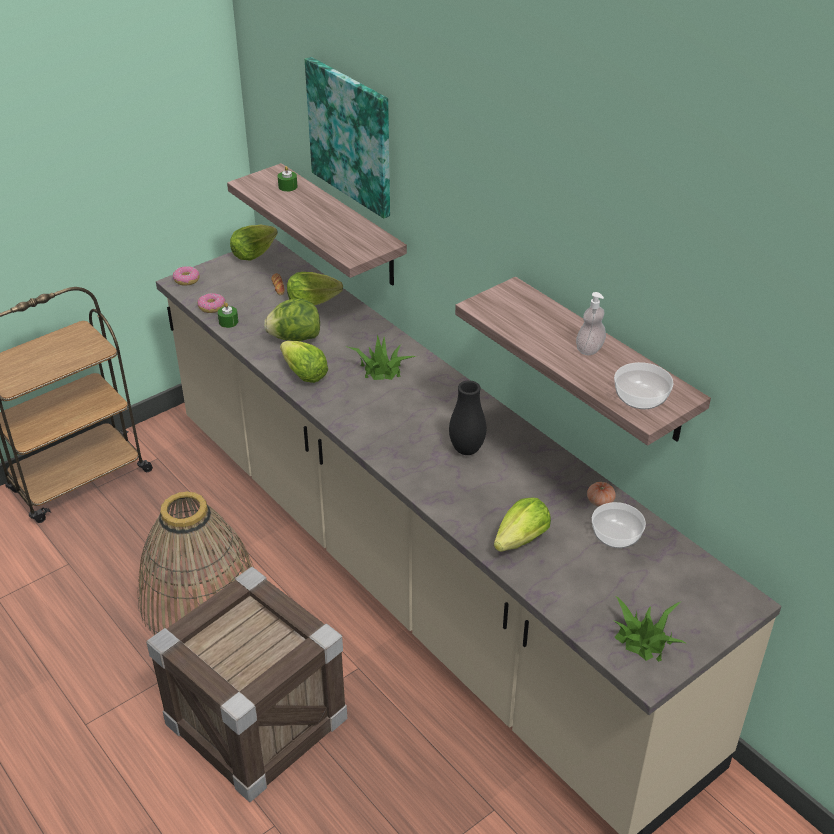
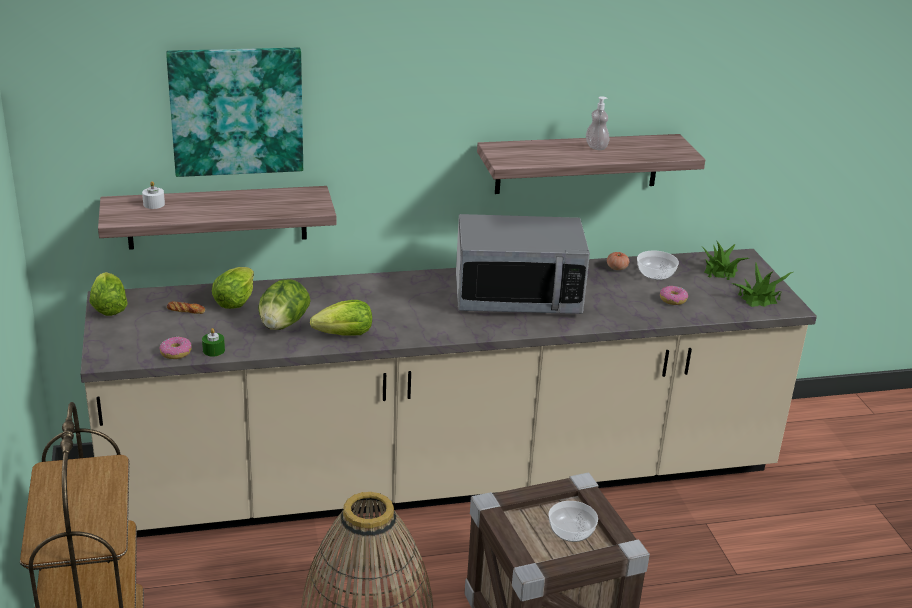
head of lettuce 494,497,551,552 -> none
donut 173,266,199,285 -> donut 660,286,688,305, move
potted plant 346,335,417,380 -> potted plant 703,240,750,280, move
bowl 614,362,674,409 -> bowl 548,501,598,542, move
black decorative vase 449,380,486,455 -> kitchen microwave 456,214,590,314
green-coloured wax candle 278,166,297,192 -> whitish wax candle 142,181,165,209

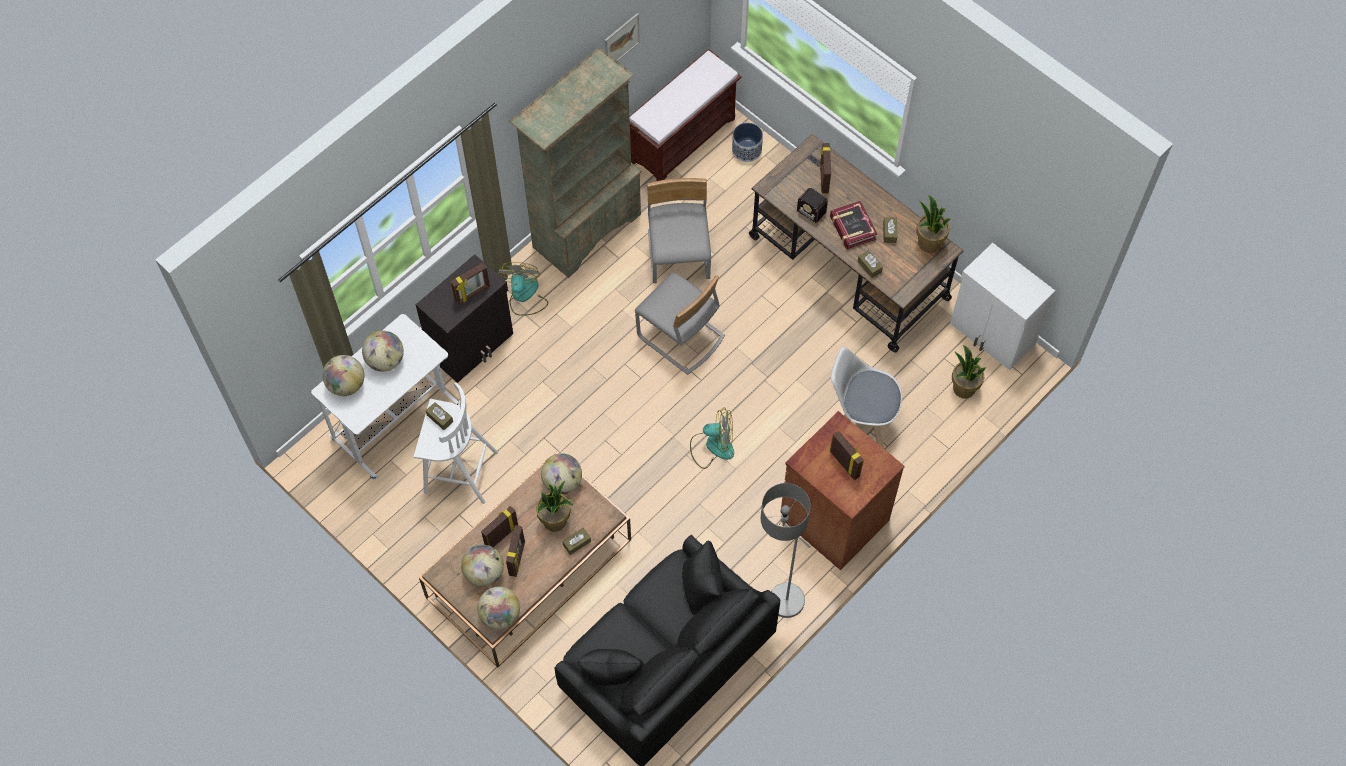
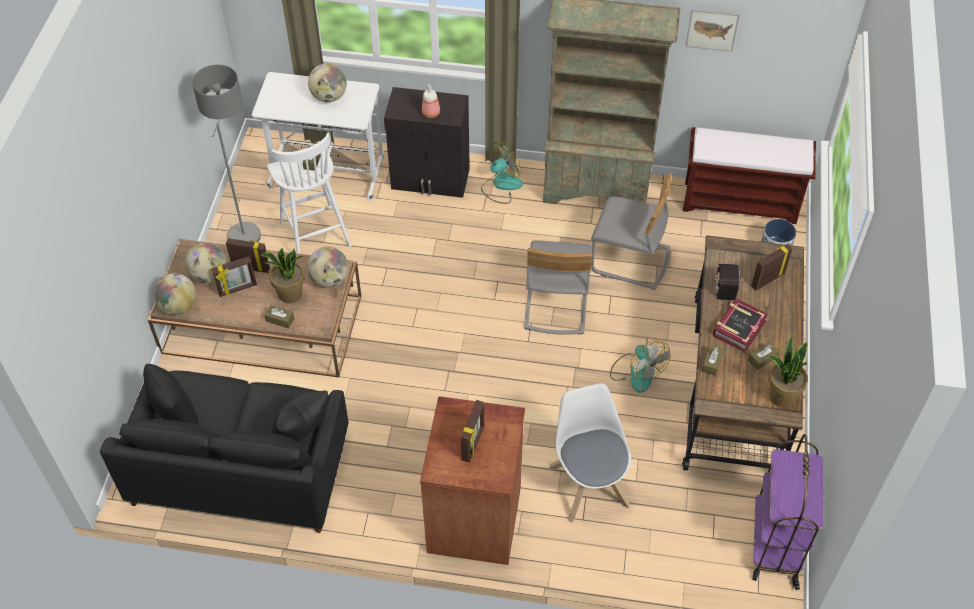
desk globe 322,355,364,396 -> none
potted plant 952,345,986,399 -> none
cooling fan 690,407,734,469 -> cooling fan 610,341,670,393, move
greyish standing lamp 761,483,811,618 -> greyish standing lamp 192,65,261,242, move
standing frame 451,263,490,305 -> beverage bottle 422,84,440,118
whitish cabinet 950,242,1055,370 -> purple trolley 752,434,823,590
greyish plain chair 647,178,711,283 -> greyish plain chair 591,173,672,290, 60 degrees clockwise

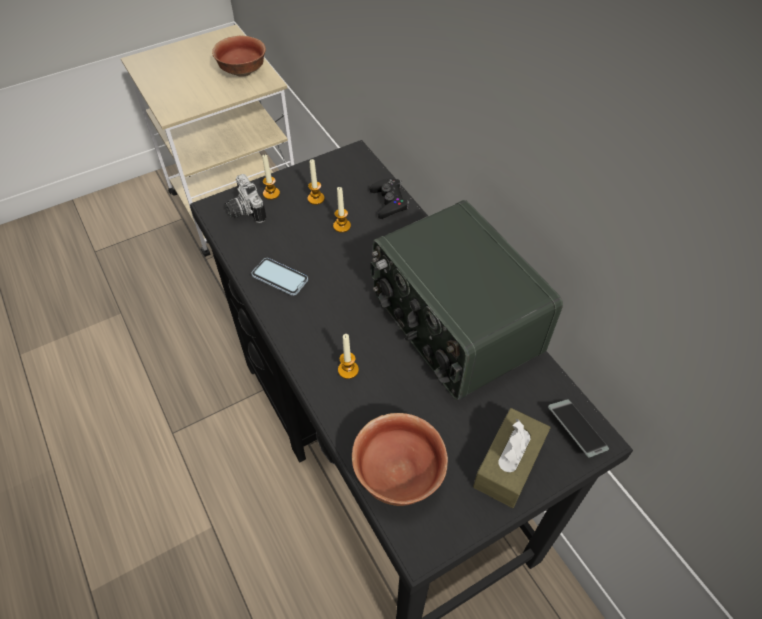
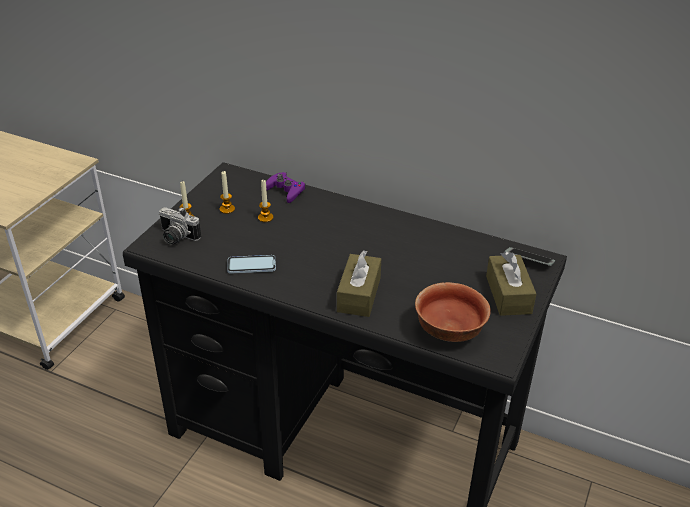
bowl 212,36,266,77 -> none
radio receiver 371,200,563,400 -> none
wax candle 338,334,359,379 -> brown-coloured box of tissues 337,250,381,317
black joypad 370,178,409,219 -> purple joypad 266,172,305,203

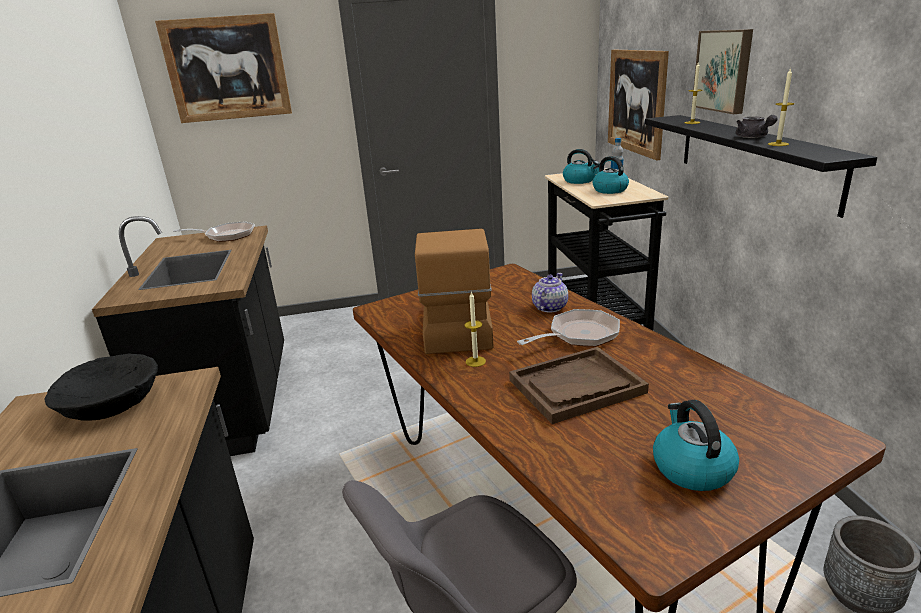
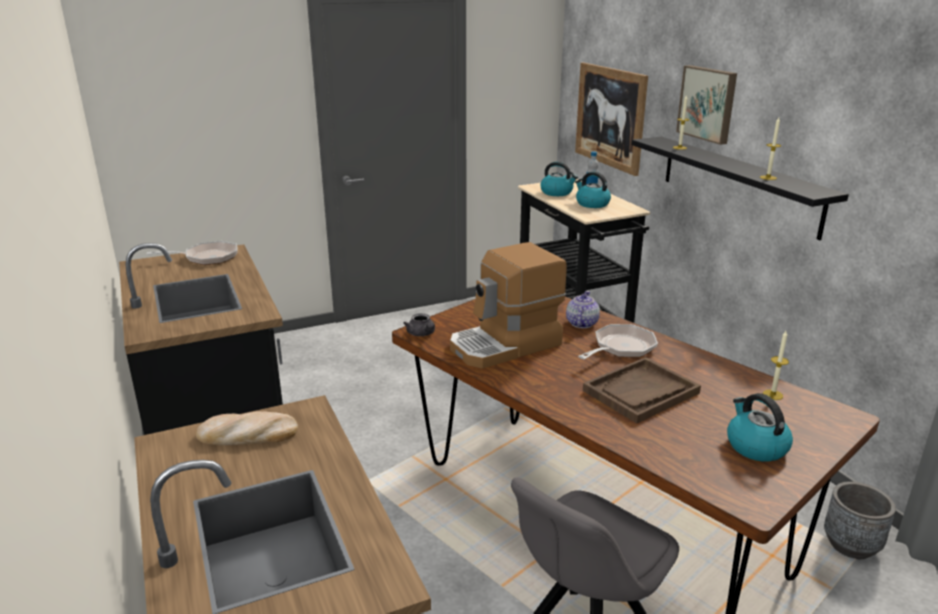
picture 155,13,292,123 -> none
wax candle 465,291,486,367 -> wax candle 763,331,789,400, move
greyish pot for tea 736,115,777,138 -> greyish pot for tea 403,313,435,336, move
black bowl 45,354,158,421 -> baked bread 196,411,298,445
coffee machine 415,228,494,354 -> coffee machine 450,242,567,369, 105 degrees counterclockwise

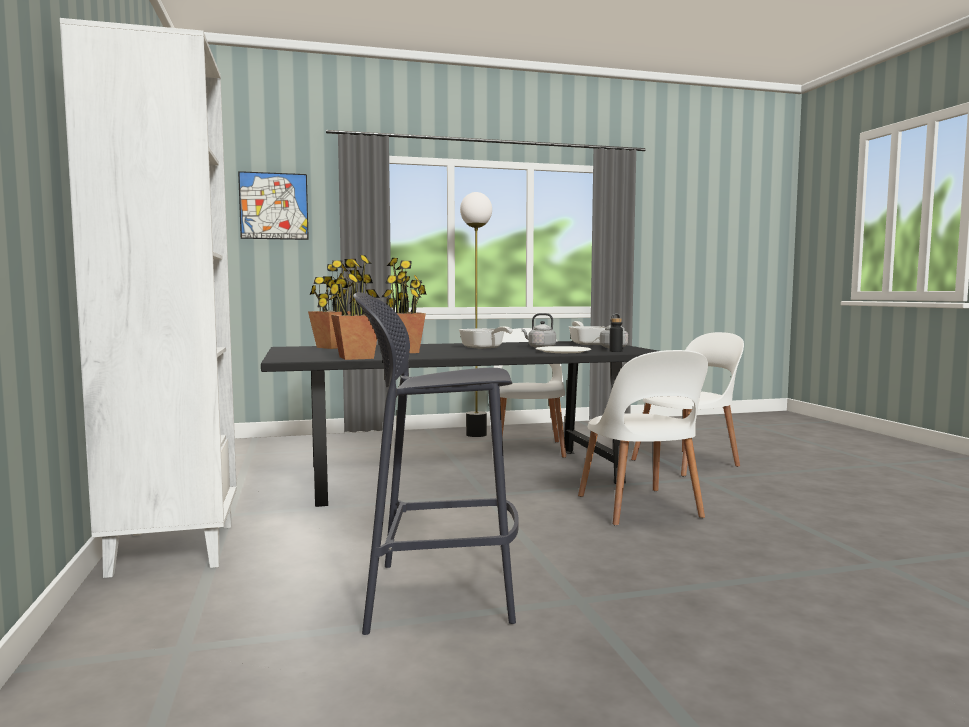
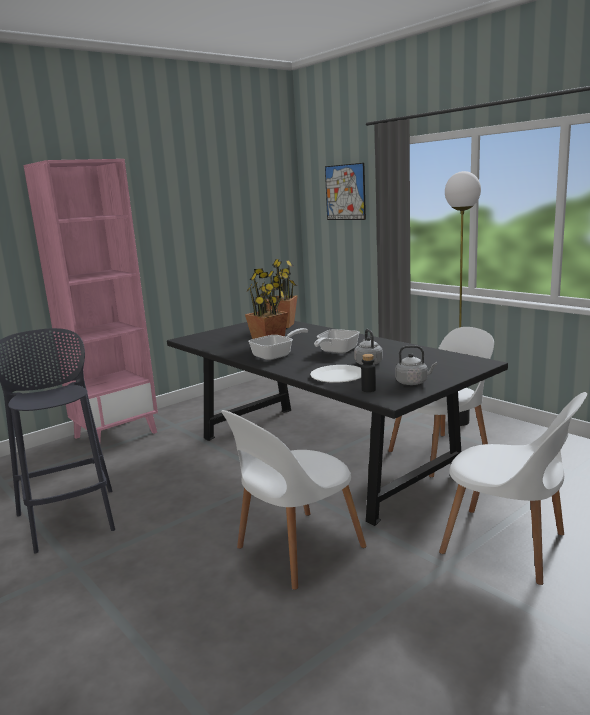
potted plant 329,255,380,360 -> none
skillet 569,321,605,345 -> skillet 248,328,308,360, move
whitish bookshelf 60,18,237,578 -> pinkish bookshelf 23,159,158,442

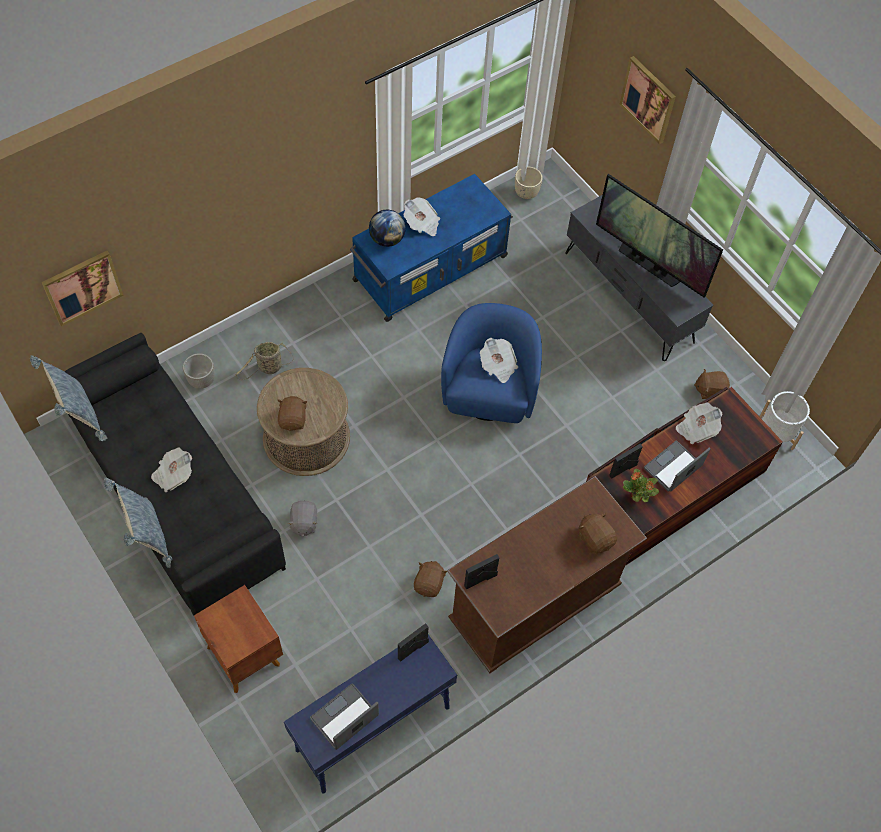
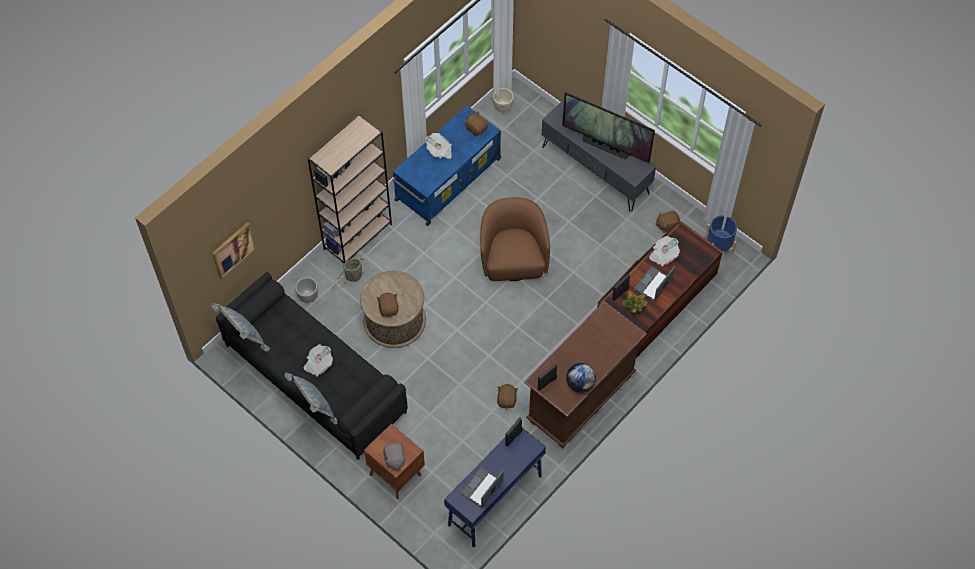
printed paper 480,338,518,383 -> none
picture 619,56,676,144 -> none
none -> sand-coloured bookshelf 307,114,392,263
greyish soft toy 288,501,318,537 -> greyish soft toy 383,443,407,470, move
desk globe 369,210,406,247 -> desk globe 566,363,596,392, move
brown-coloured soft toy 578,513,617,554 -> brown-coloured soft toy 465,111,488,137, move
bluish lounge chair 441,303,542,423 -> brown-coloured lounge chair 480,197,550,281
whitish flower pot 759,391,810,450 -> bluish flower pot 705,215,737,255

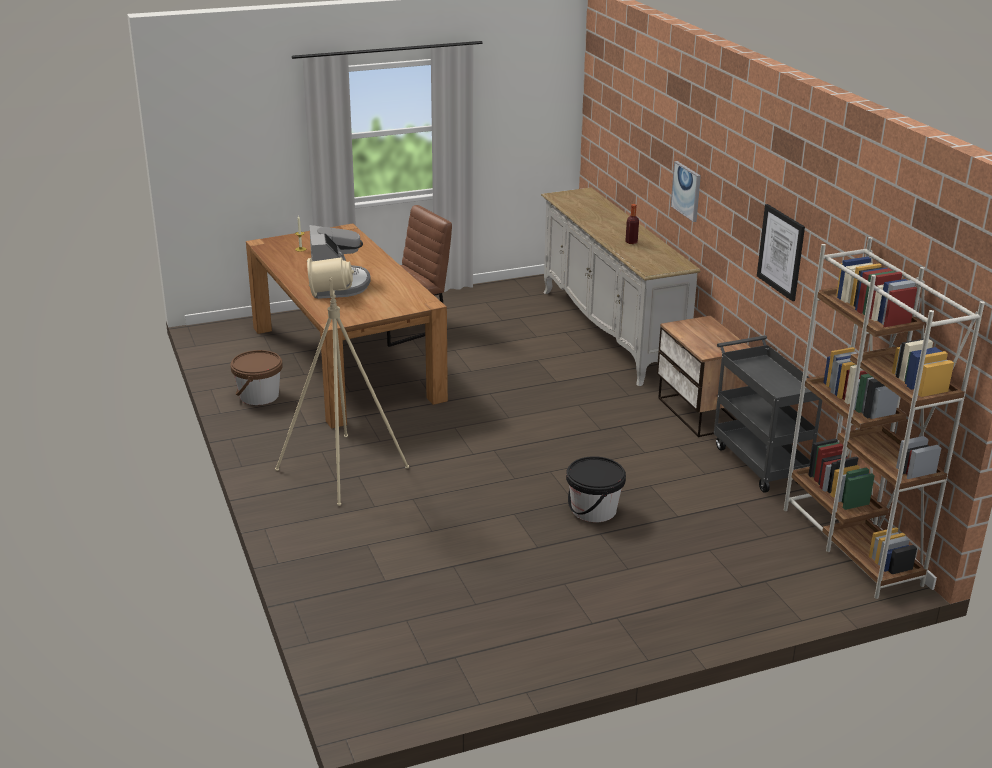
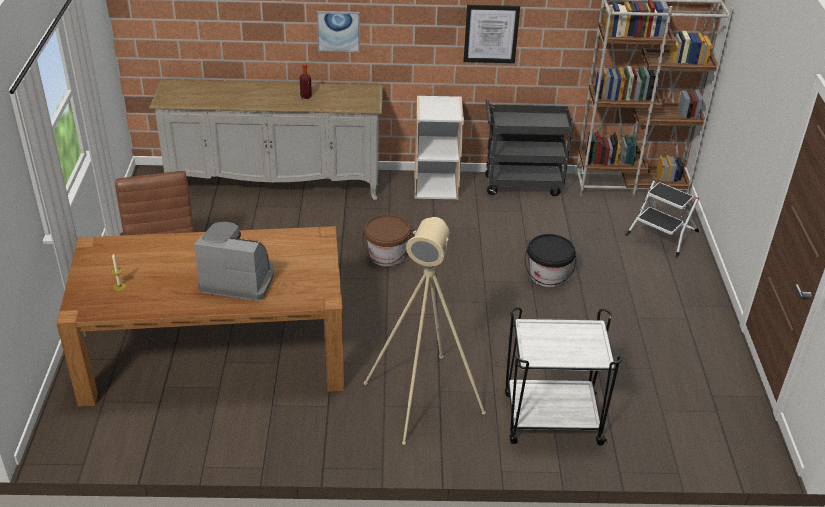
none -> whitish trolley 505,307,622,445
none -> step stool 626,180,699,258
brown-coloured pail 231,350,283,405 -> brown-coloured pail 362,214,411,266, move
bedside table 657,315,751,437 -> bookshelf 414,96,464,200

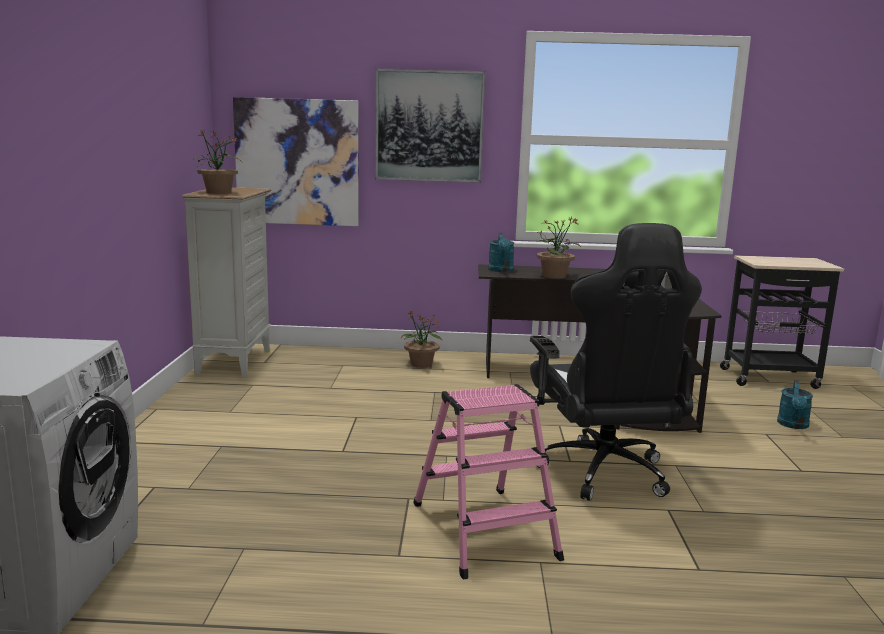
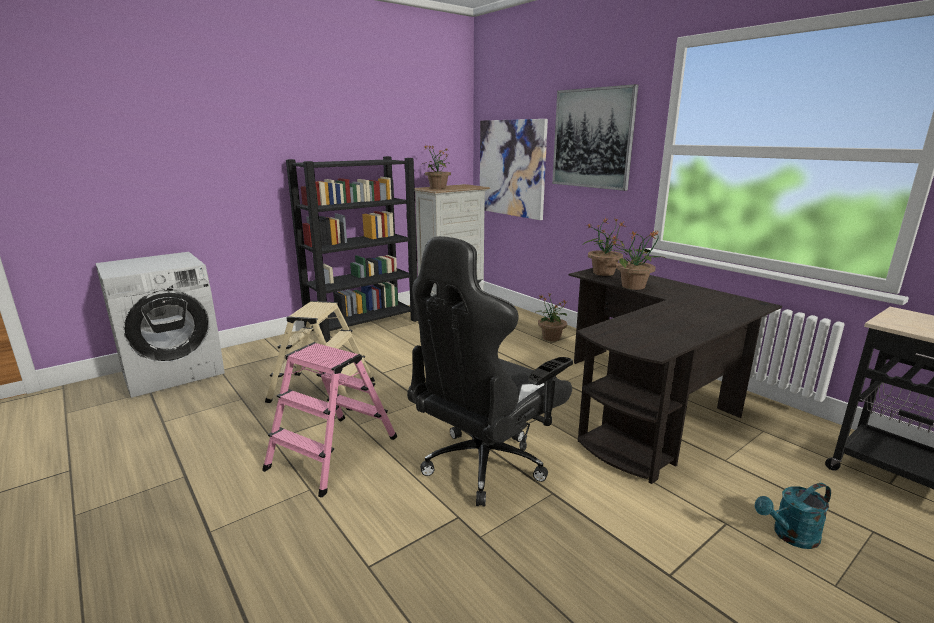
none -> sand-coloured step stool 265,301,375,411
none -> black bookshelf 286,156,418,343
turquoise watering pot 488,233,514,272 -> potted plant 583,217,627,276

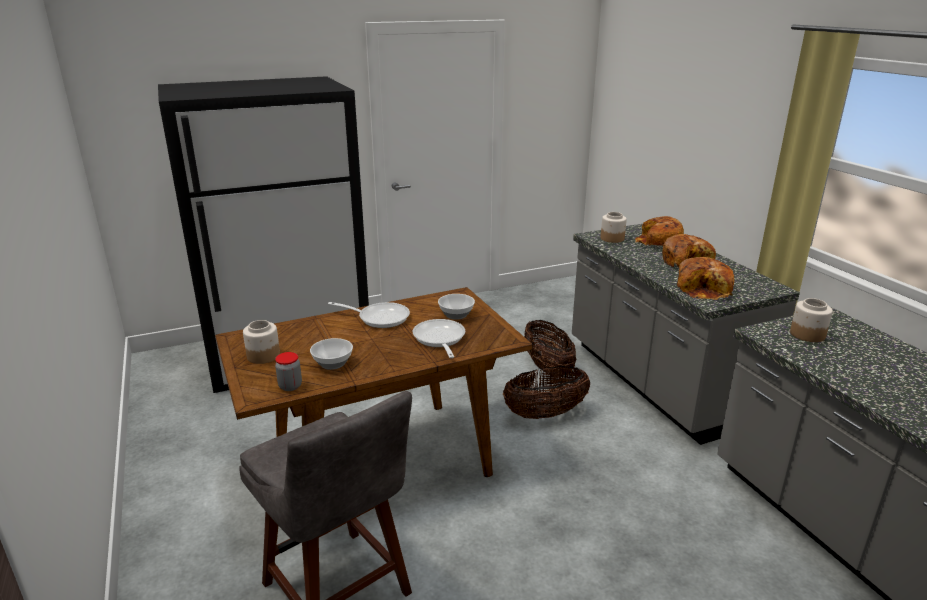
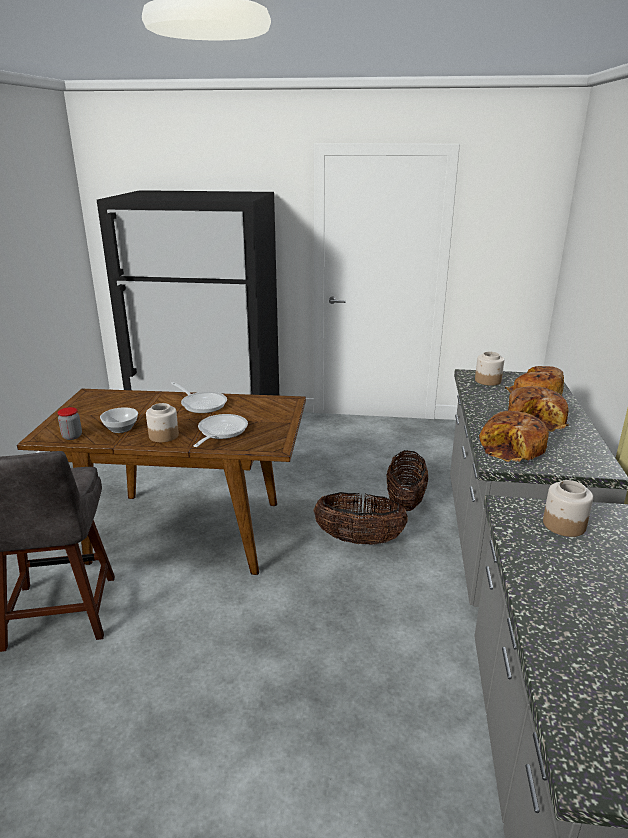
bowl 438,294,475,320 -> none
jar 243,320,280,364 -> jar 146,403,179,442, move

